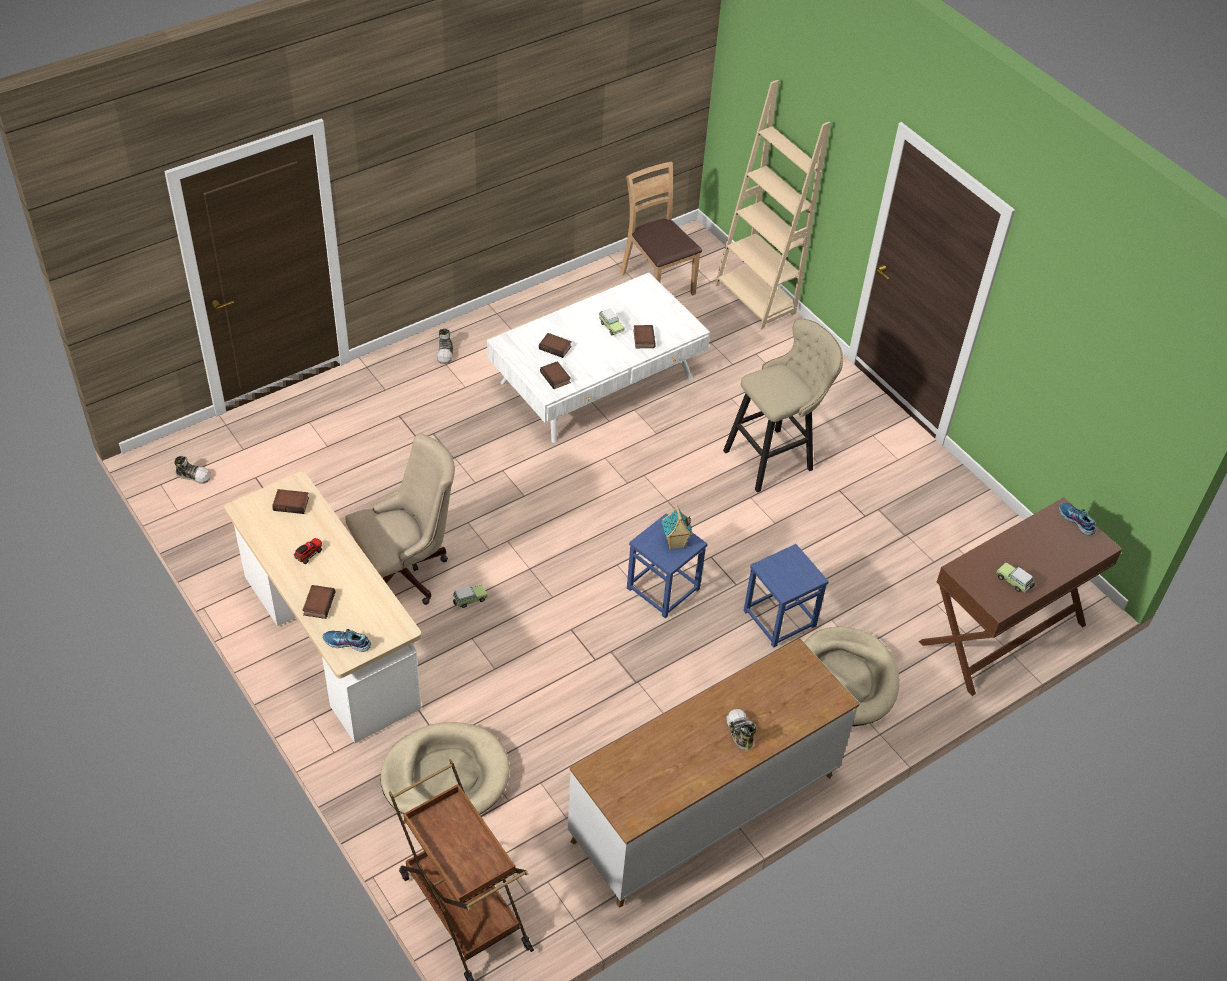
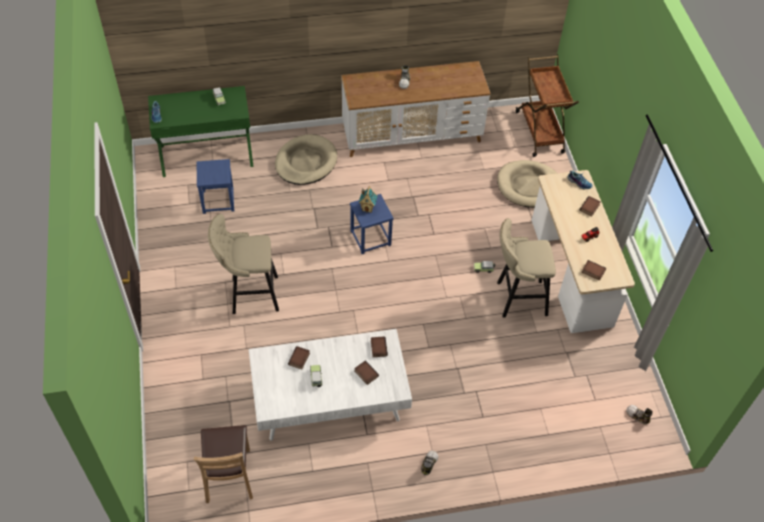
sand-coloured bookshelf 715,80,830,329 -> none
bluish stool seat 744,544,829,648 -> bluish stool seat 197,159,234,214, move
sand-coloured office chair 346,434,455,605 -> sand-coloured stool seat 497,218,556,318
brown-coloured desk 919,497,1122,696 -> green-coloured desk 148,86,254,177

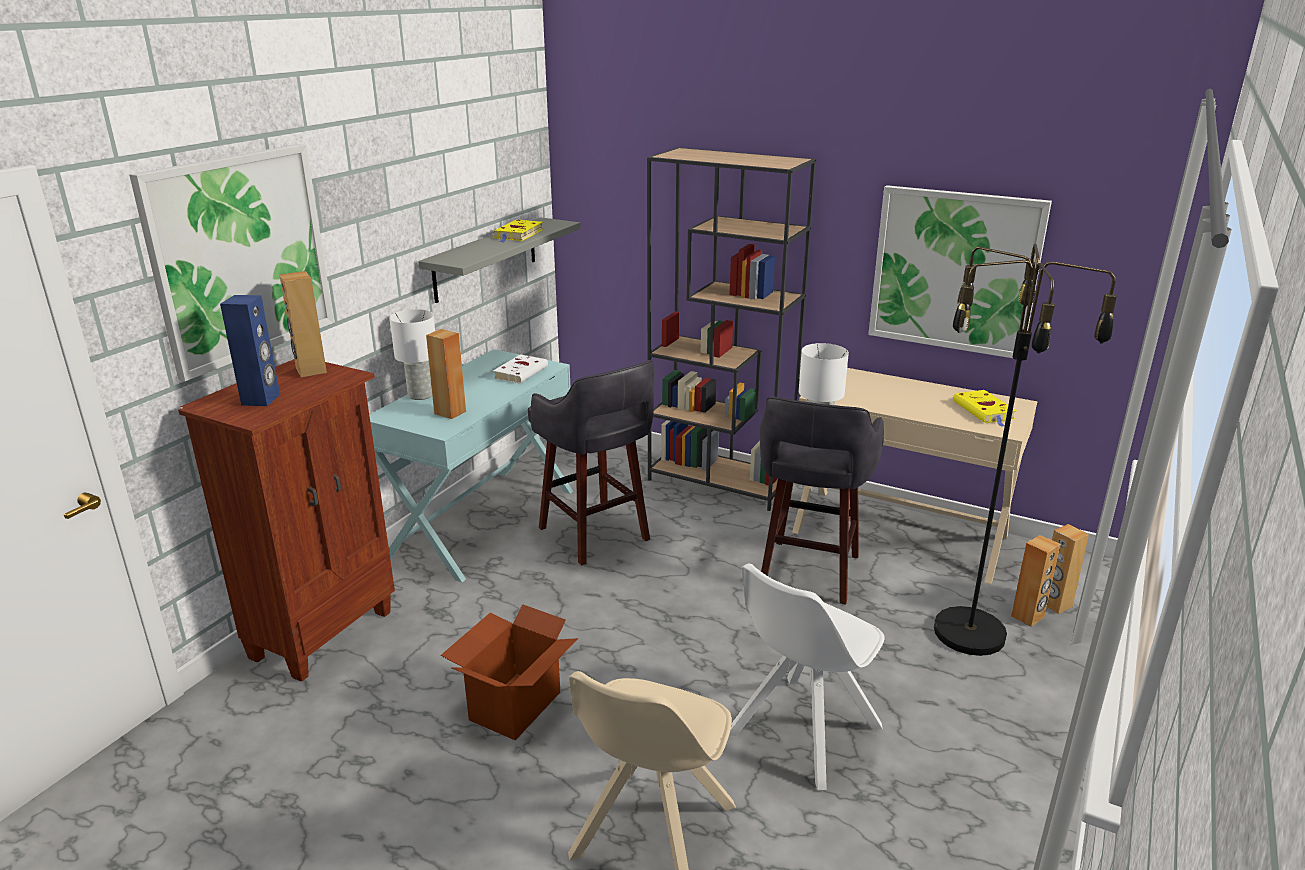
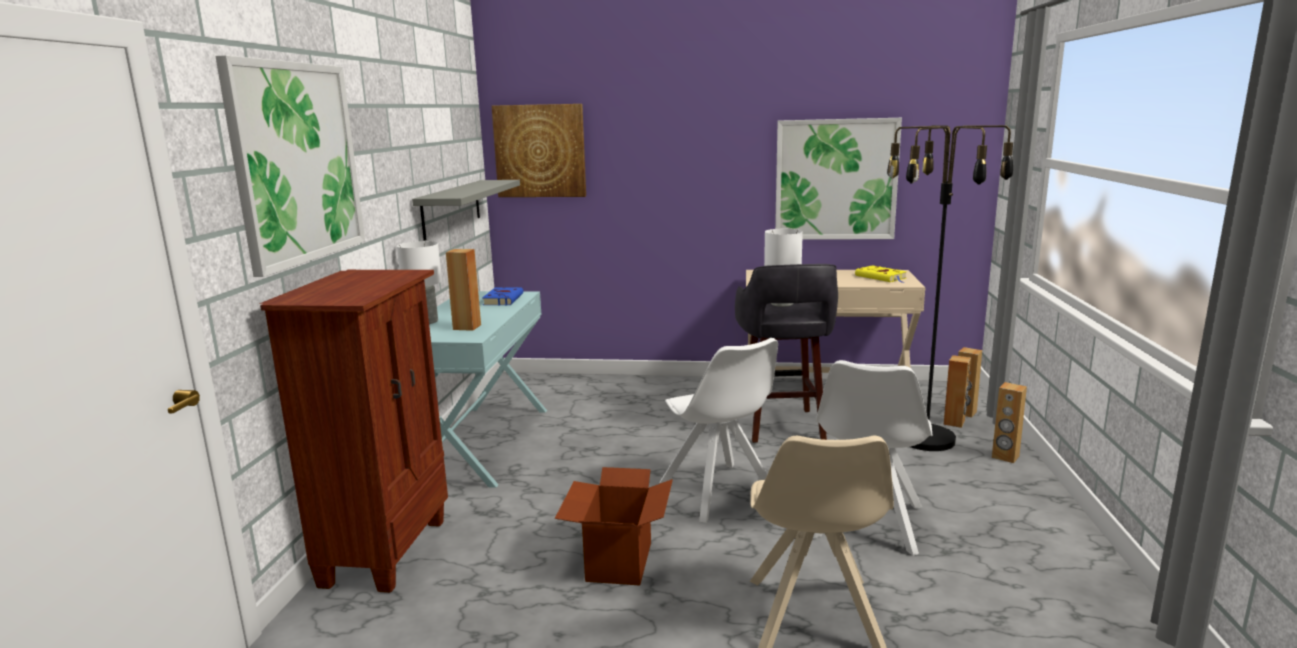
bluish audio speaker 220,295,280,406 -> none
yellowish volume 493,220,543,242 -> none
greyish stool seat 528,360,655,565 -> none
bookshelf 647,148,816,511 -> none
none -> picture 492,104,586,197
none -> whitish plain chair 659,338,778,523
brown-coloured audio speaker 279,271,327,377 -> brown-coloured audio speaker 992,382,1027,463, move
whitish volume 493,354,548,384 -> bluish volume 482,287,523,306

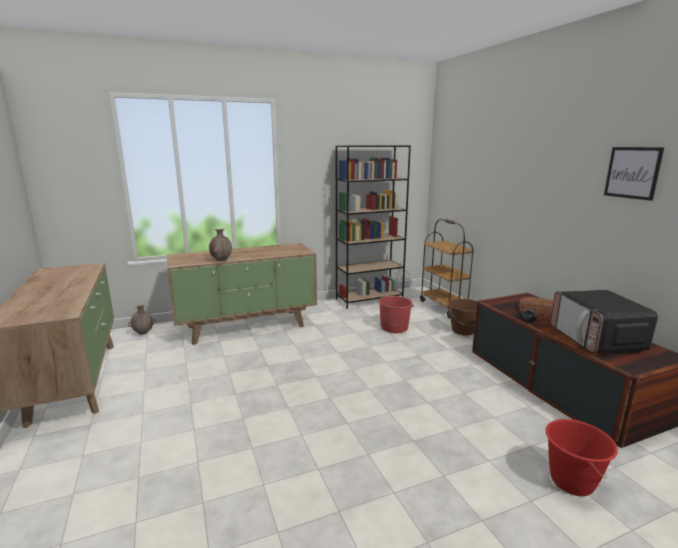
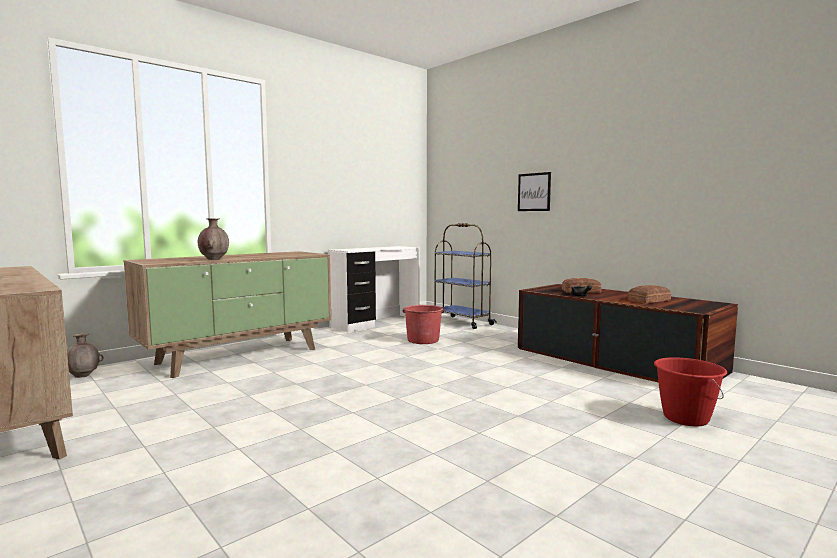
brown-coloured pail 448,298,477,335 -> none
picture 604,147,664,201 -> picture 518,172,551,211, move
sand-coloured bookshelf 336,146,411,309 -> whitish desk 328,246,420,332
kitchen microwave 550,290,658,353 -> baked bread 627,285,671,303
brown-coloured trolley 420,219,474,318 -> bluish trolley 434,223,497,329

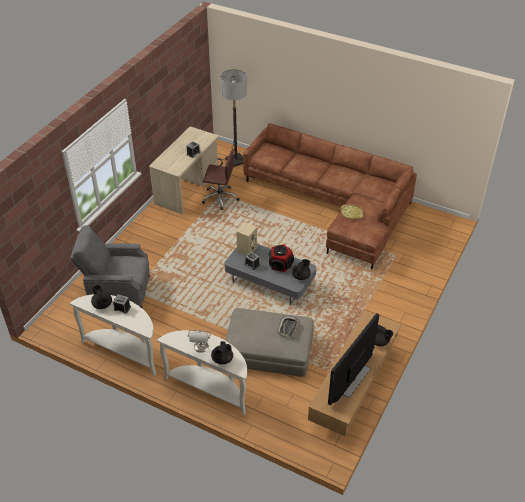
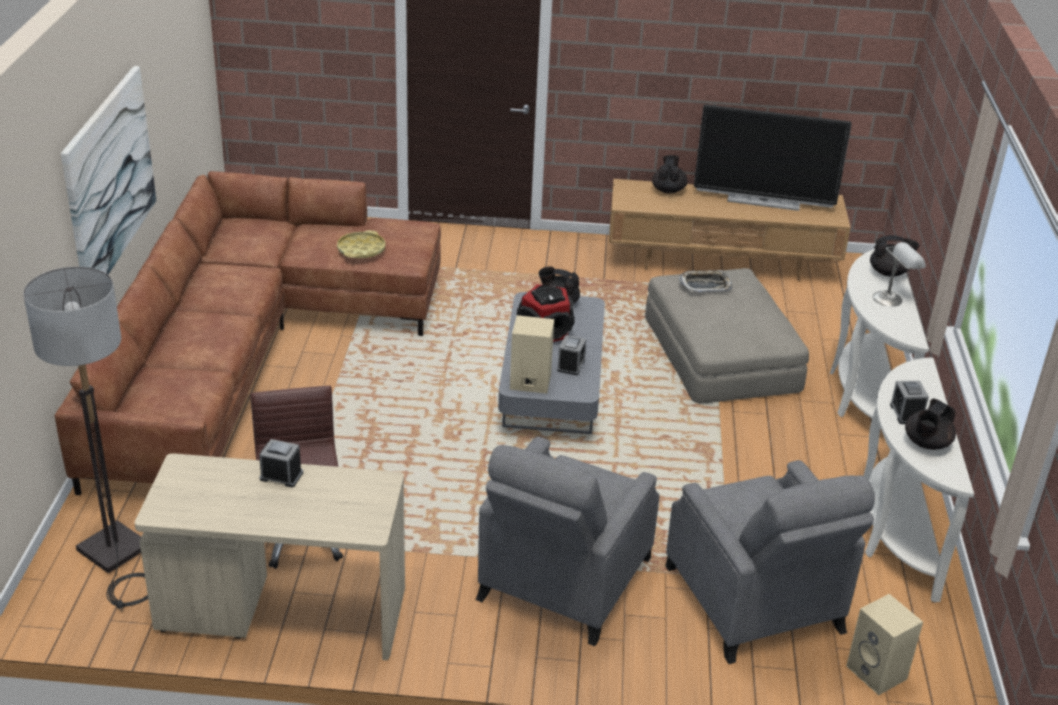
none -> picture 61,66,157,274
none -> greyish lounge chair 476,437,659,646
none -> sand-coloured audio speaker 846,594,923,695

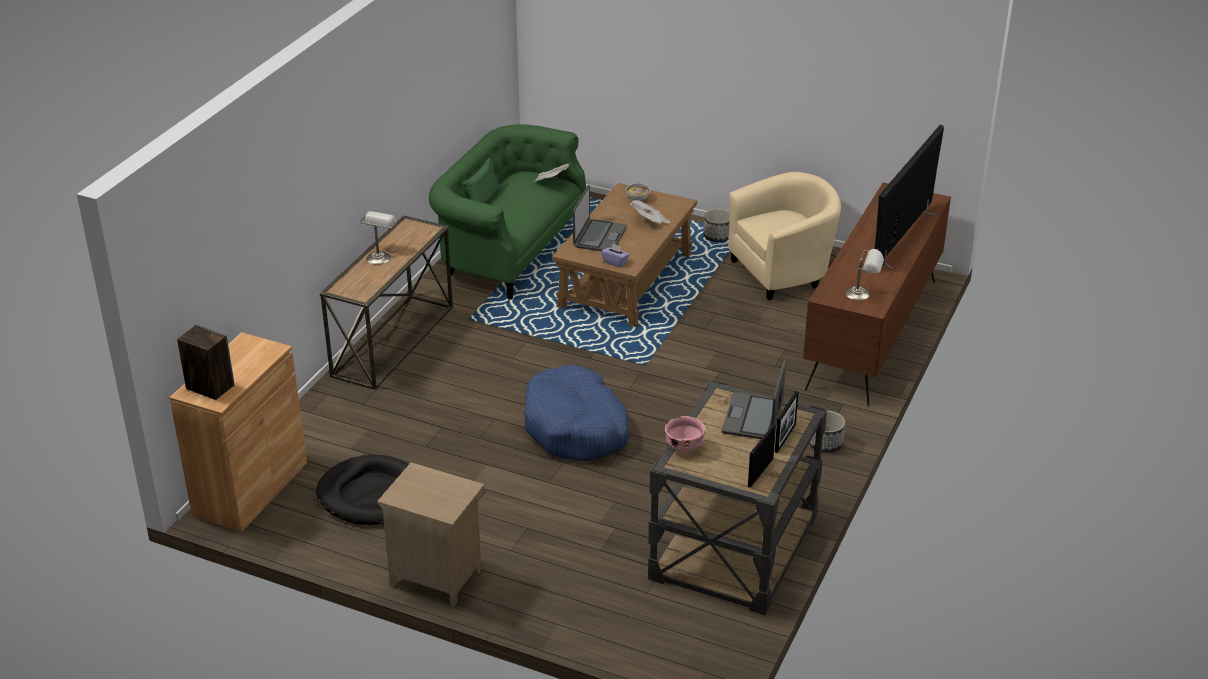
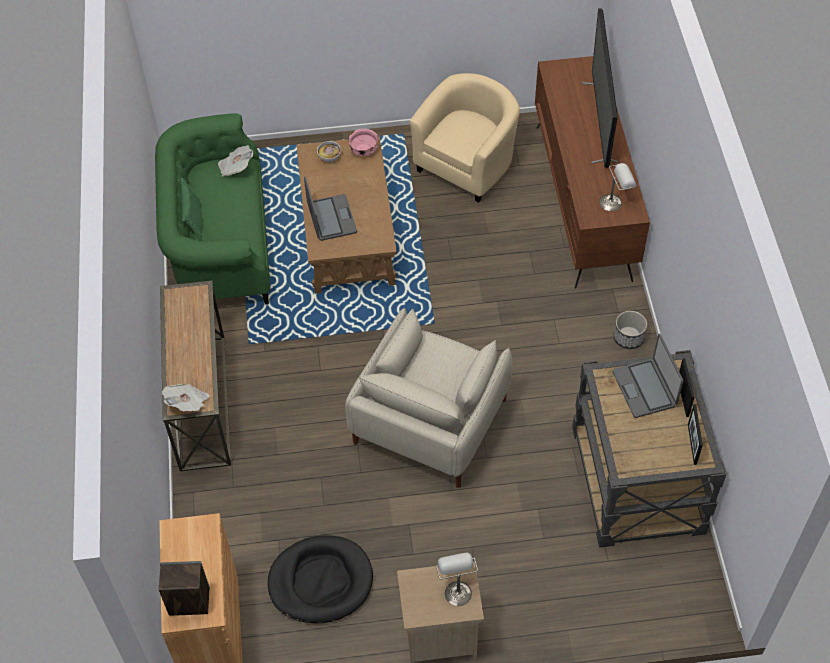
purple box of tissues 601,244,629,267 -> none
flower pot 703,208,730,242 -> none
whitish lamp for a table 360,211,397,265 -> whitish lamp for a table 436,553,478,606, move
printed paper 630,200,671,224 -> printed paper 162,383,210,411, move
pinkish bowl 665,416,706,452 -> pinkish bowl 349,129,378,156, move
bluish dog bed 524,365,629,461 -> sand-coloured lounge chair 345,308,513,488

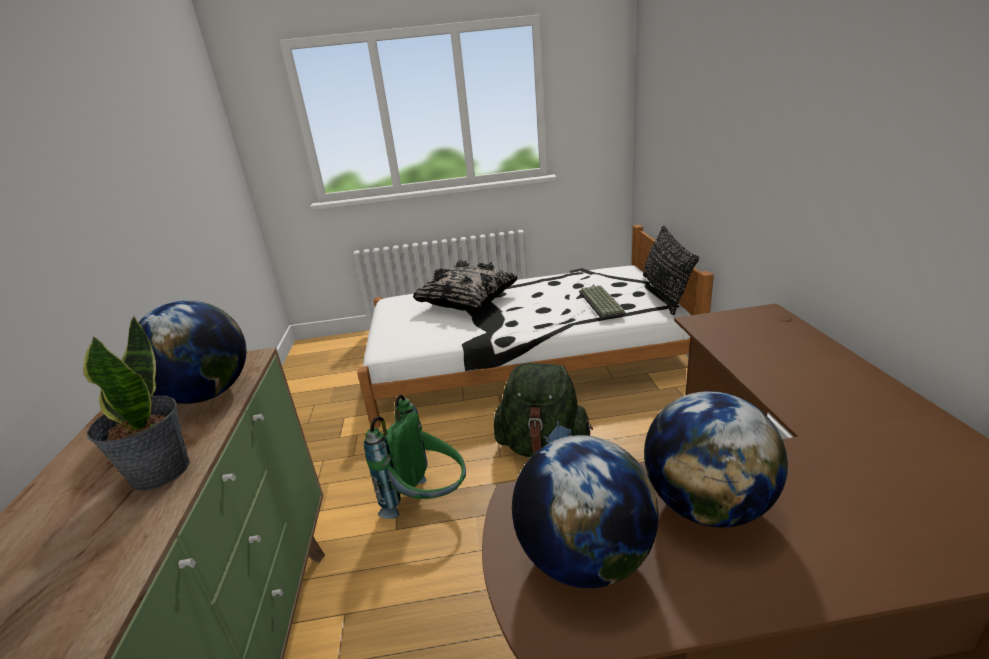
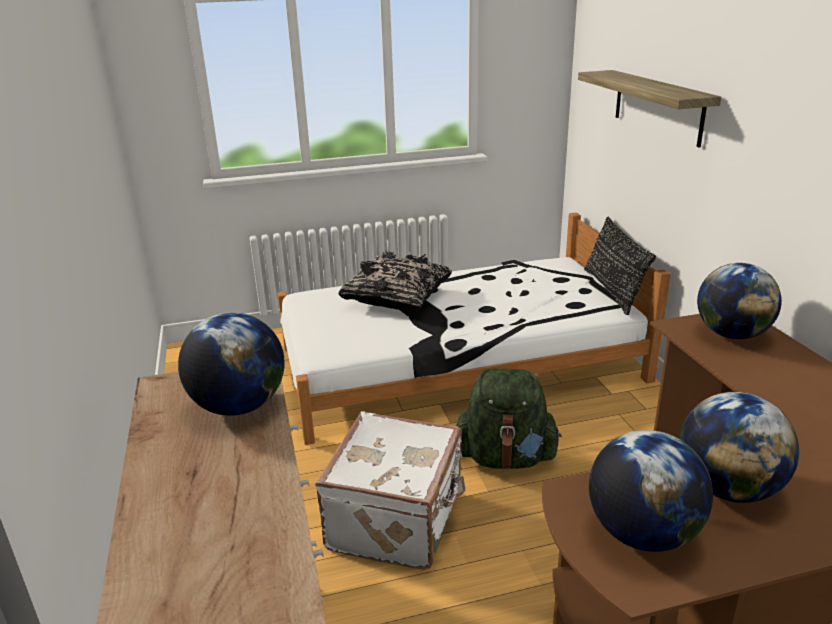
potted plant 83,316,190,491 -> none
computer keyboard 579,285,626,319 -> none
none -> shelf 578,70,721,147
none -> desk globe 697,263,782,339
green-coloured knapsack 364,394,466,519 -> whitish suitcase 315,411,465,570

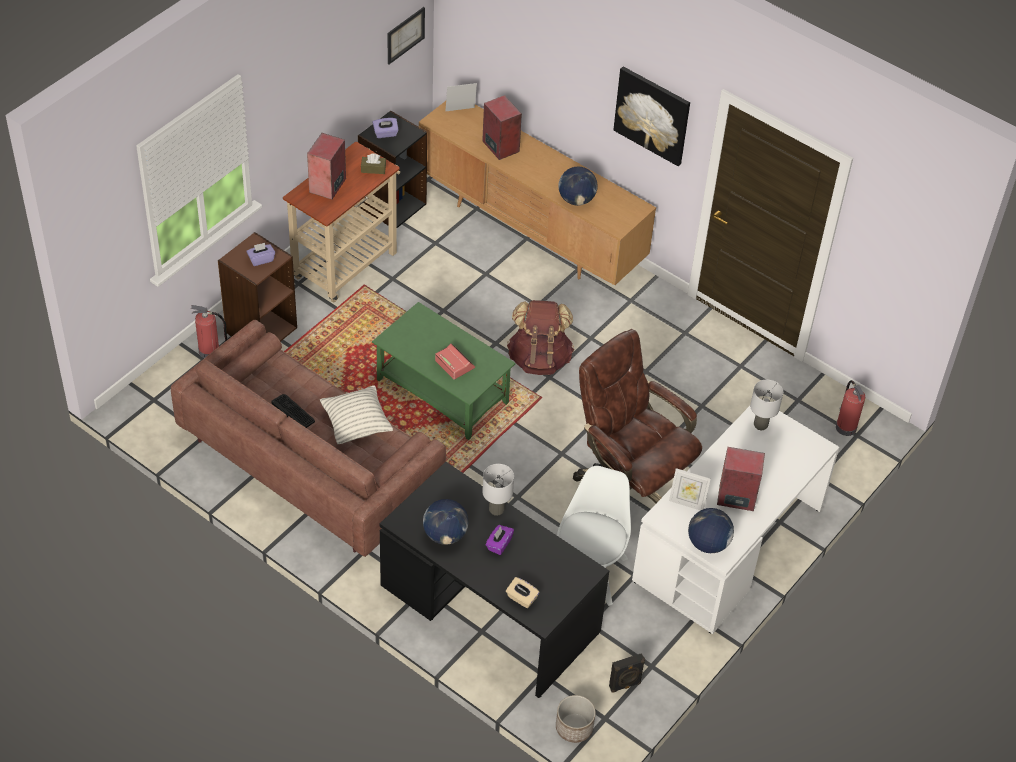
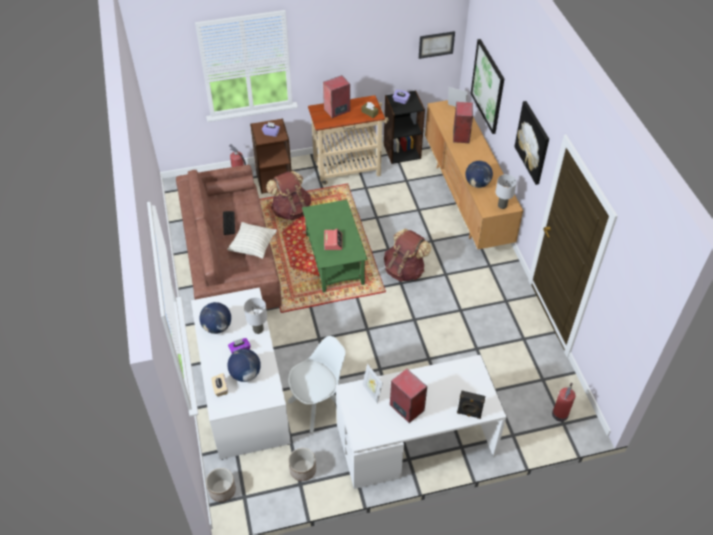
brown-coloured office chair 573,329,702,504 -> none
none -> brown-coloured knapsack 266,171,311,220
none -> flower pot 288,448,316,481
none -> picture 471,39,504,134
black audio speaker 609,653,645,692 -> black audio speaker 457,390,485,419, move
desk globe 688,508,734,553 -> desk globe 227,349,261,382, move
whitish lamp for a table 750,379,783,430 -> whitish lamp for a table 495,174,517,209, move
black desk 380,462,609,698 -> whitish desk 191,287,291,460

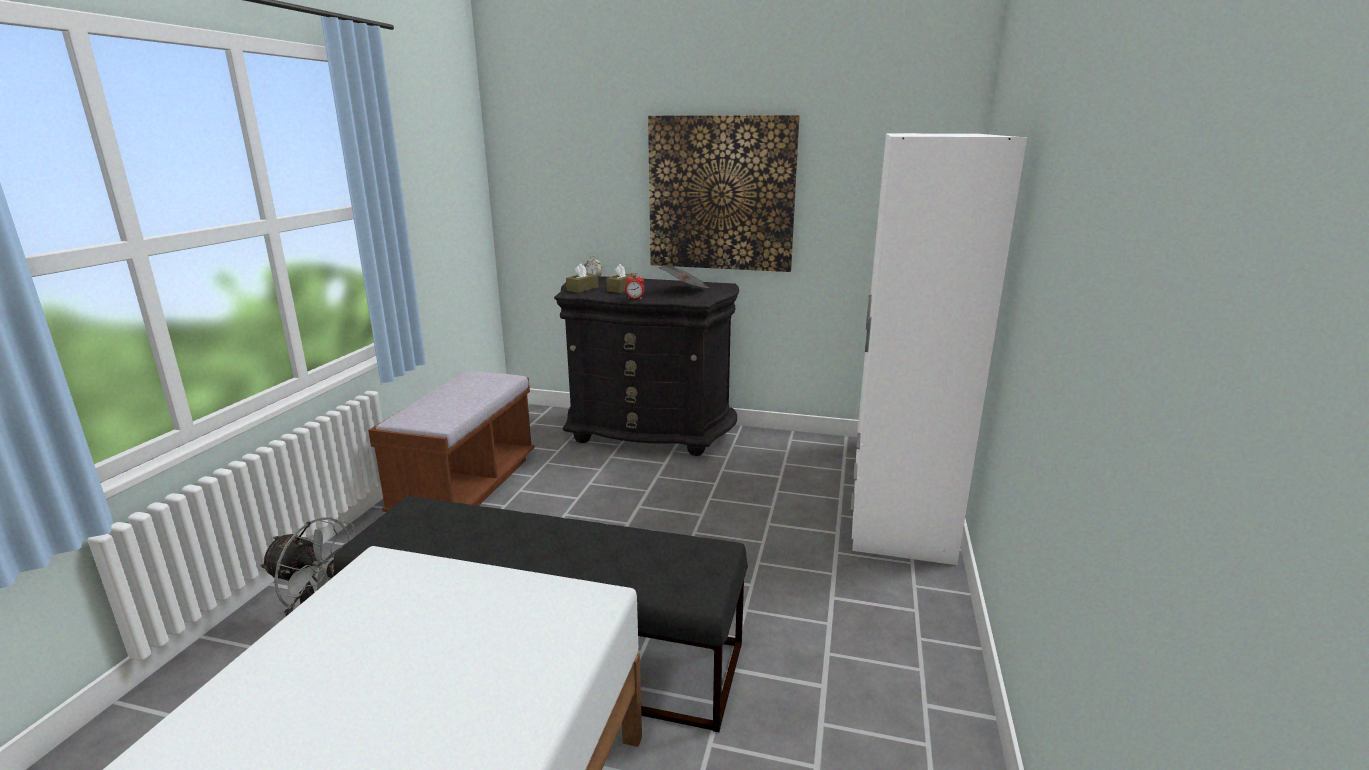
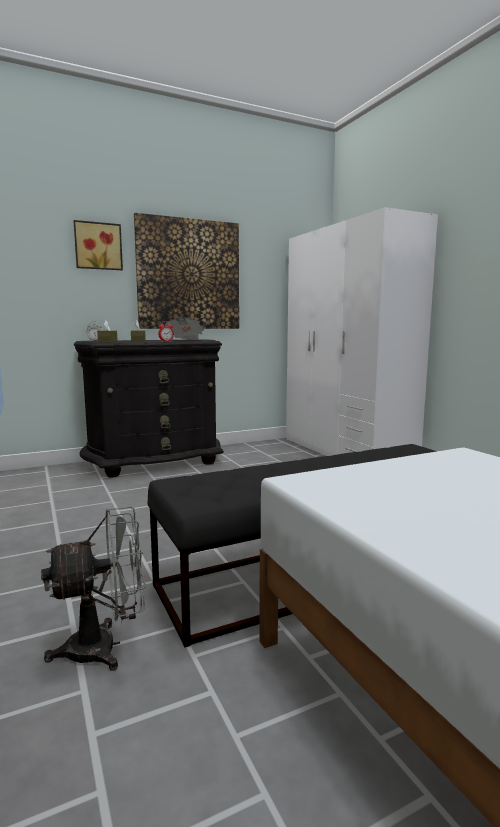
brown-coloured long seat 368,371,535,512 -> none
none -> picture 73,220,123,270

